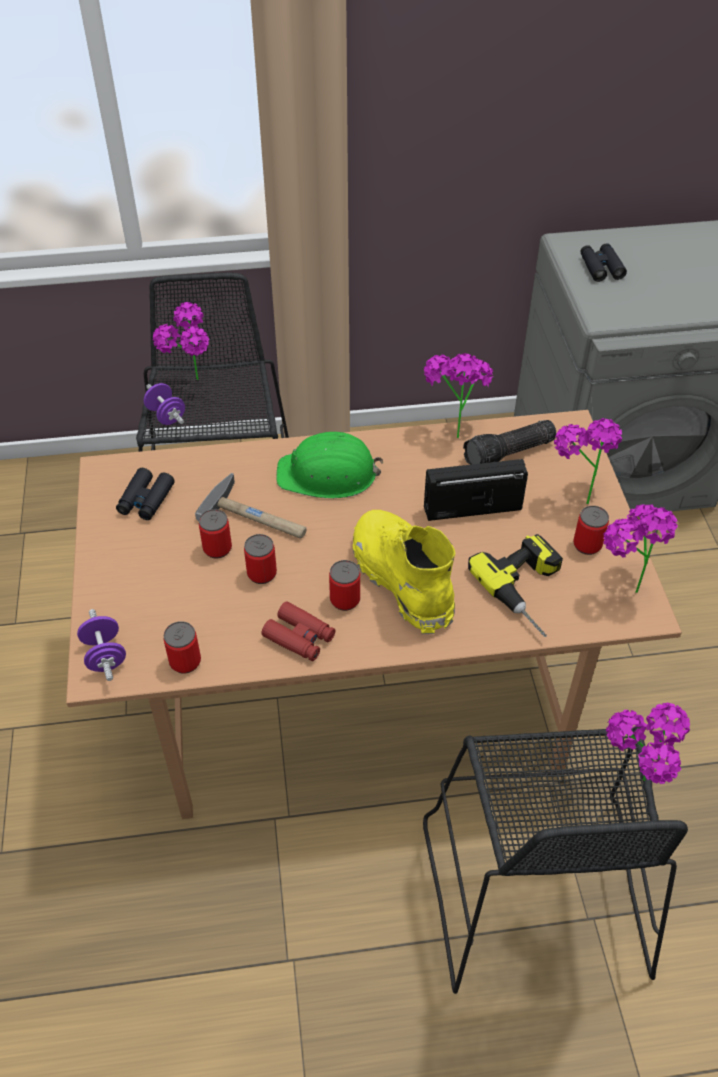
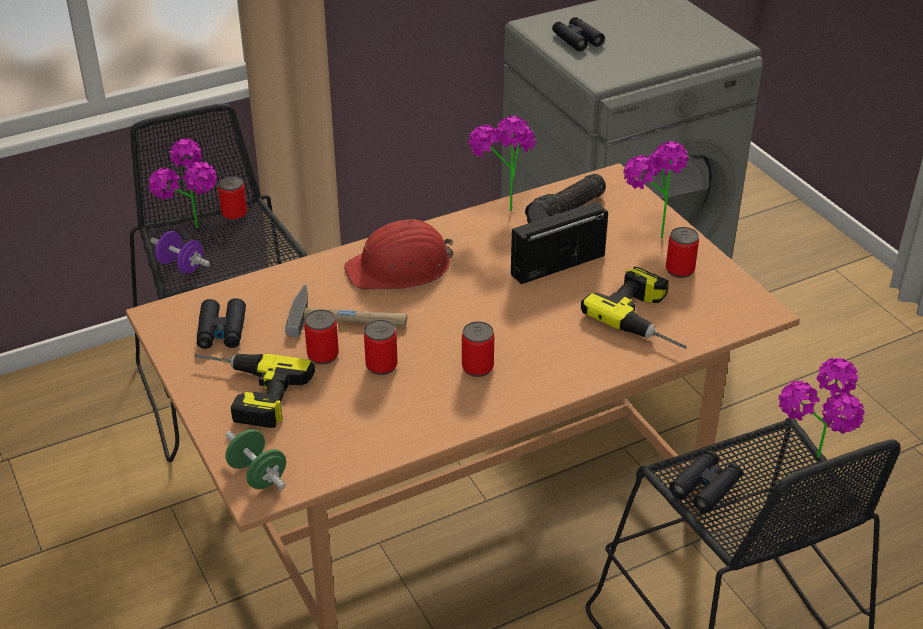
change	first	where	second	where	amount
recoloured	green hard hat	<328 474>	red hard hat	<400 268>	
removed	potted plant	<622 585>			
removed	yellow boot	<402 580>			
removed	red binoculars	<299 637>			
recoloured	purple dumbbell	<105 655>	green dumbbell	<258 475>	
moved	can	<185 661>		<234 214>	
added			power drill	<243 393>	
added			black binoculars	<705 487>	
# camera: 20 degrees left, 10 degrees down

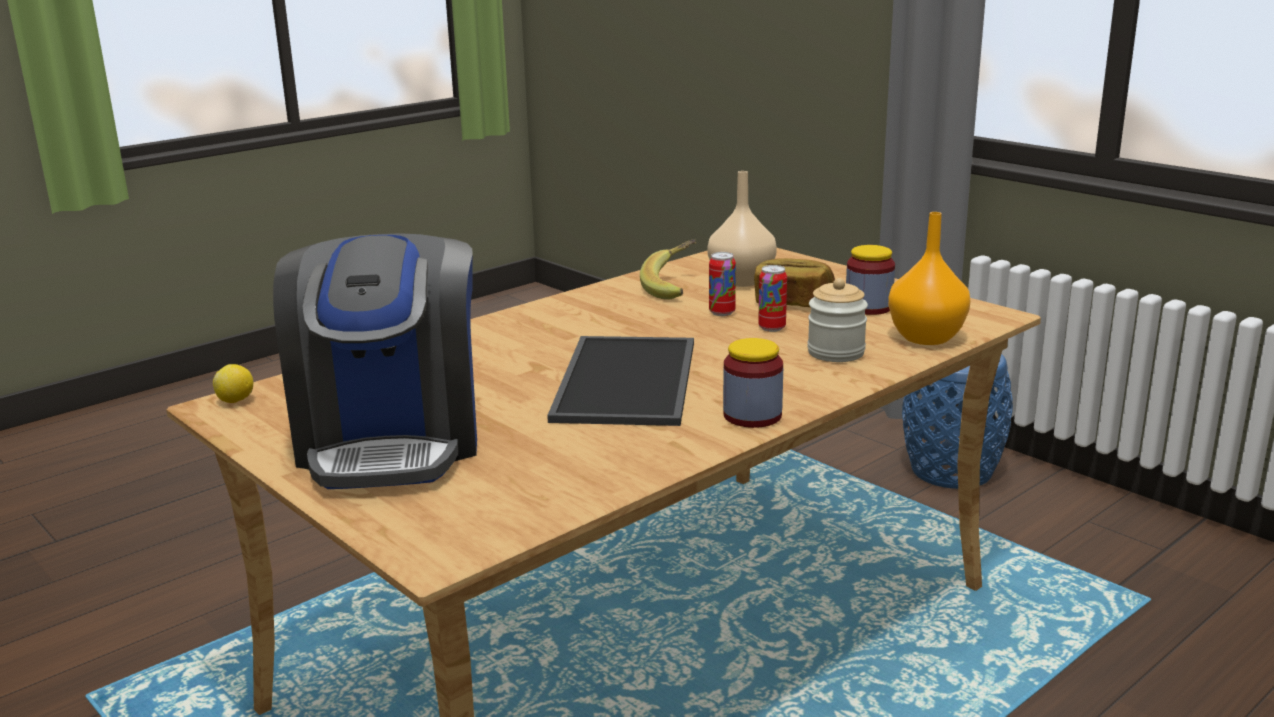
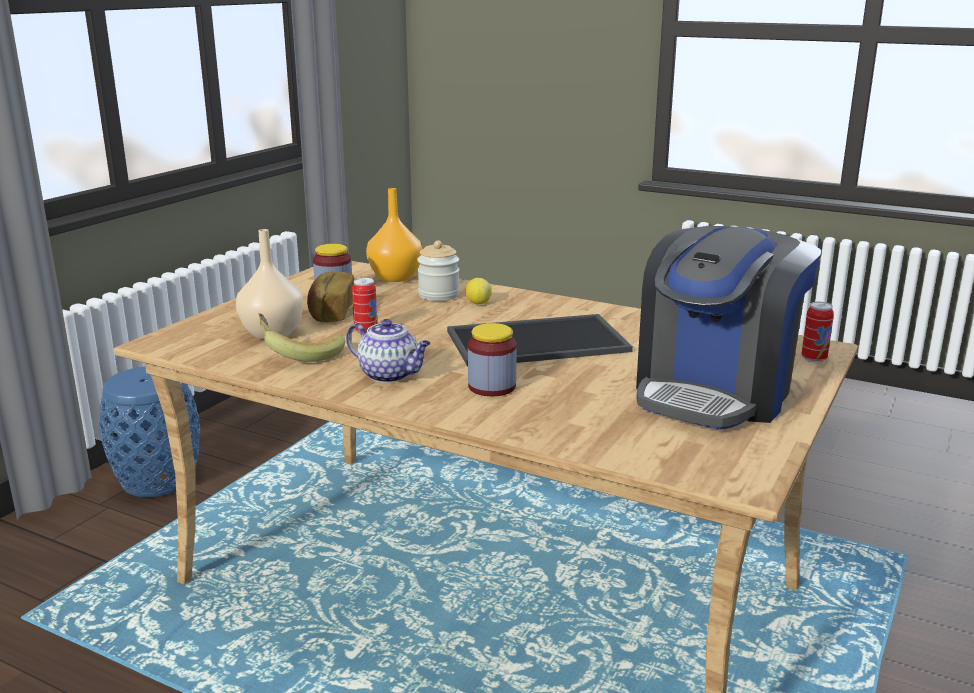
change	first	where	second	where	amount
turned	coffee machine	<391 440>		<715 392>	150 degrees clockwise
moved	can	<772 328>		<814 359>	
moved	jar	<752 415>		<492 387>	
moved	lemon	<236 401>		<478 303>	
added			teapot	<390 375>	
# camera: 110 degrees left, 0 degrees up

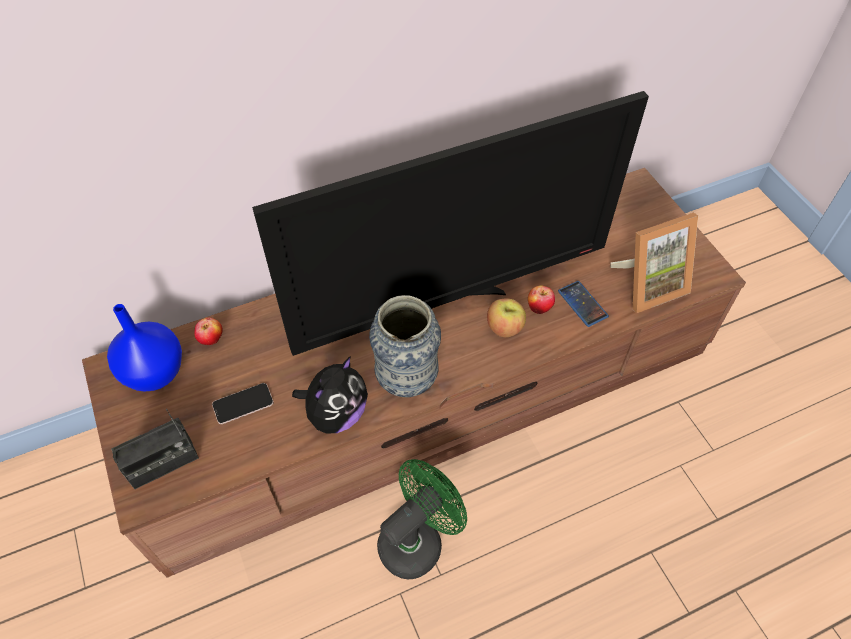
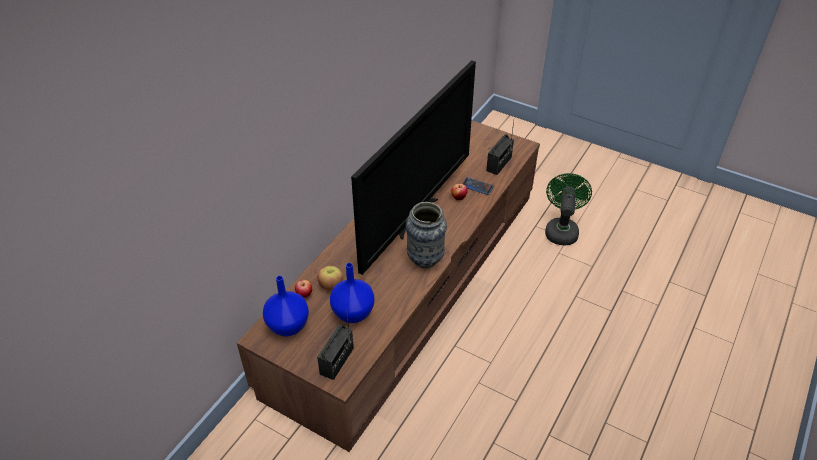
change	first	where	second	where	amount
replaced	picture frame	<648 285>	radio	<499 164>	
moved	apple	<505 328>		<331 285>	
removed	plush toy	<336 414>			
replaced	phone	<243 404>	blue vase	<352 313>	
moved	green fan	<417 539>		<561 230>	
# camera: 35 degrees left, 10 degrees down

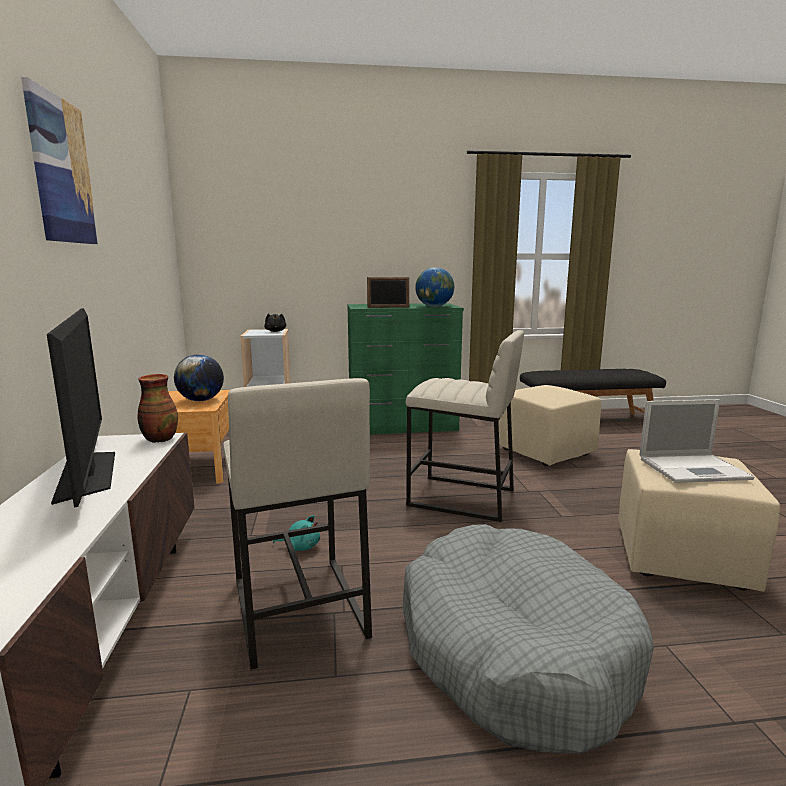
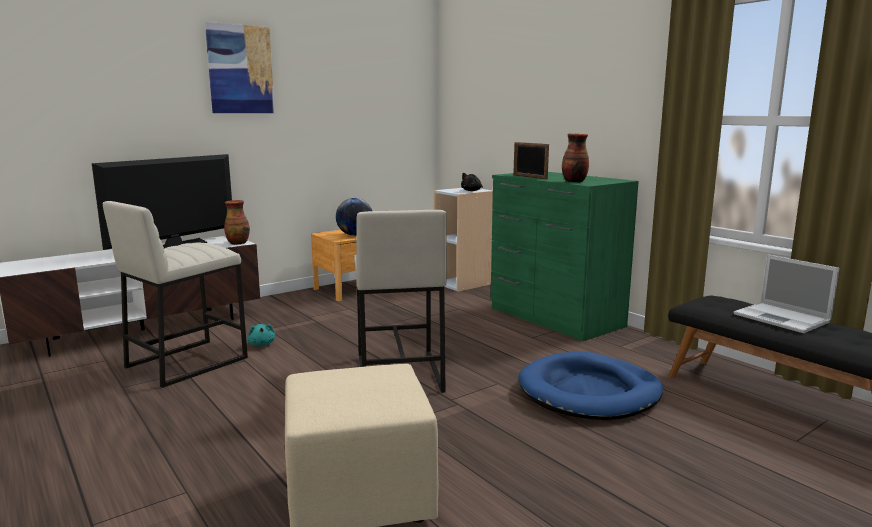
change	first	where	second	where	amount
replaced	globe	<434 306>	vase	<573 181>	
replaced	beige ottoman	<545 452>	blue dog bed	<589 392>	
moved	laptop	<694 468>		<783 318>	
removed	grey dog bed	<512 649>			
# camera: 60 degrees right, 0 degrees up

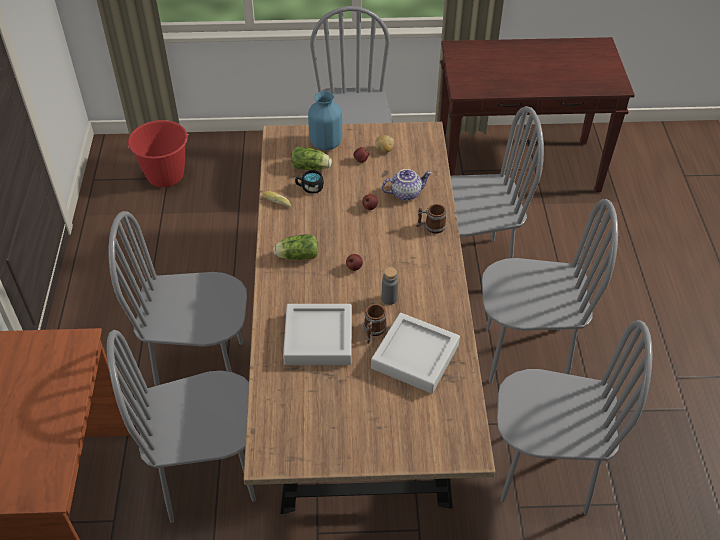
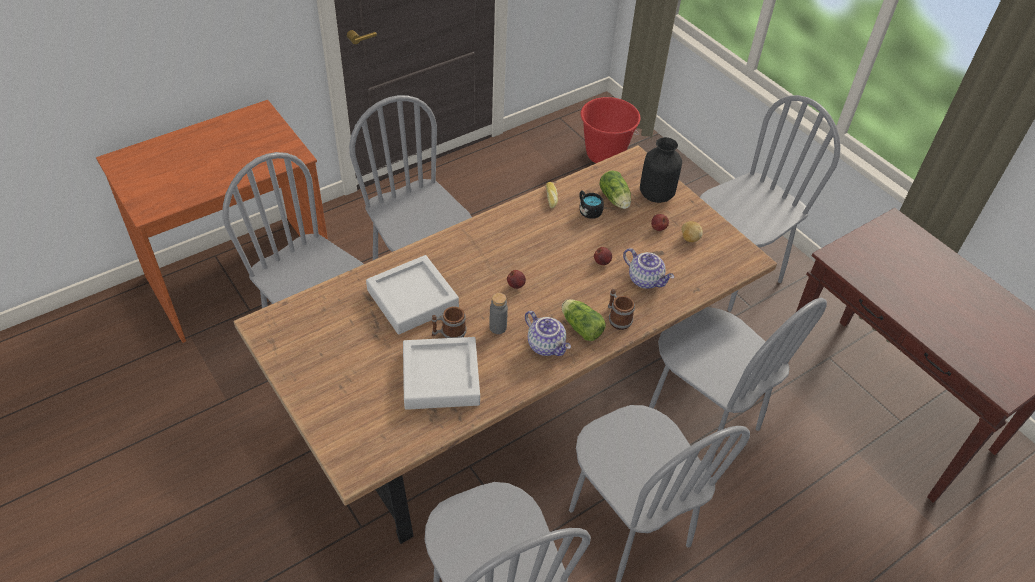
change	first	where	second	where	amount
recoloured	blue vase	<326 143>	black vase	<656 195>	
moved	lettuce	<296 256>		<580 326>	
added			teapot	<547 345>	
# camera: 55 degrees right, 0 degrees up

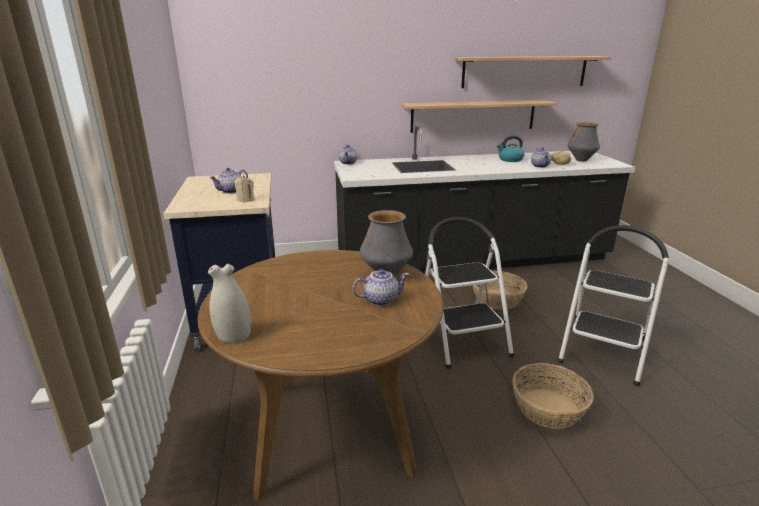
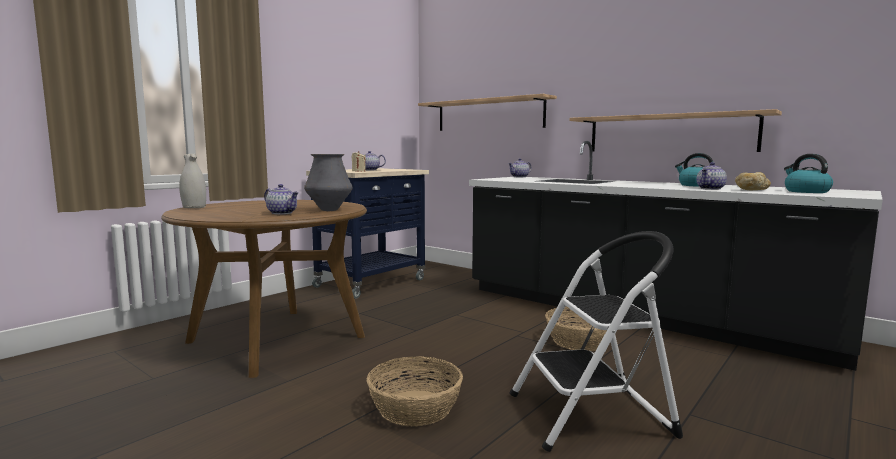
change	first	where	second	where	amount
moved	shelf	<524 71>		<489 115>	
replaced	vase	<581 160>	kettle	<806 191>	
removed	step ladder	<461 337>			
# camera: 50 degrees right, 15 degrees down

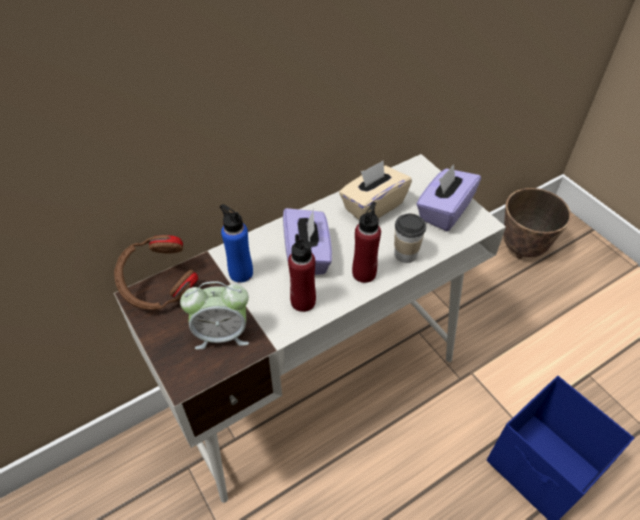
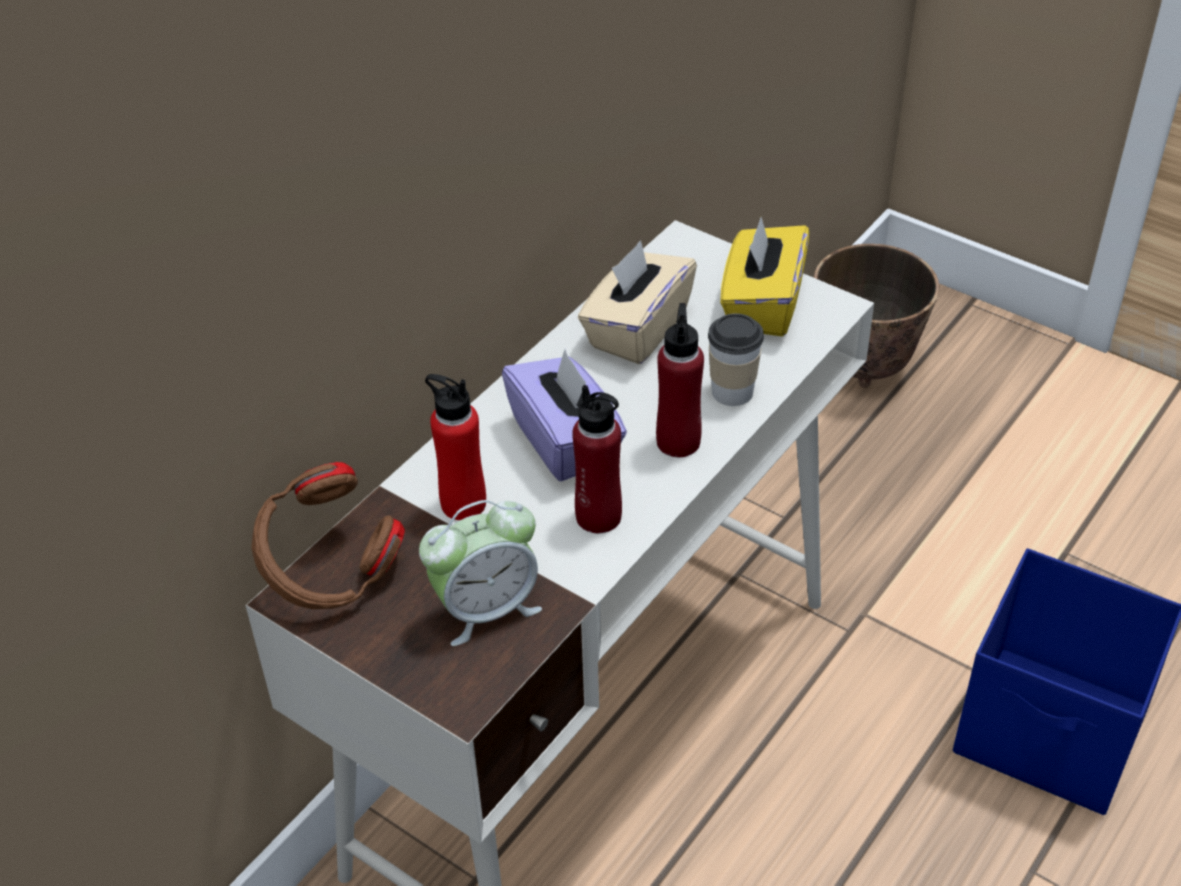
change	first	where	second	where	amount
recoloured	purple tissue box	<444 211>	yellow tissue box	<762 305>	
recoloured	blue bottle	<241 273>	red bottle	<463 503>	
# camera: 20 degrees left, 5 degrees down

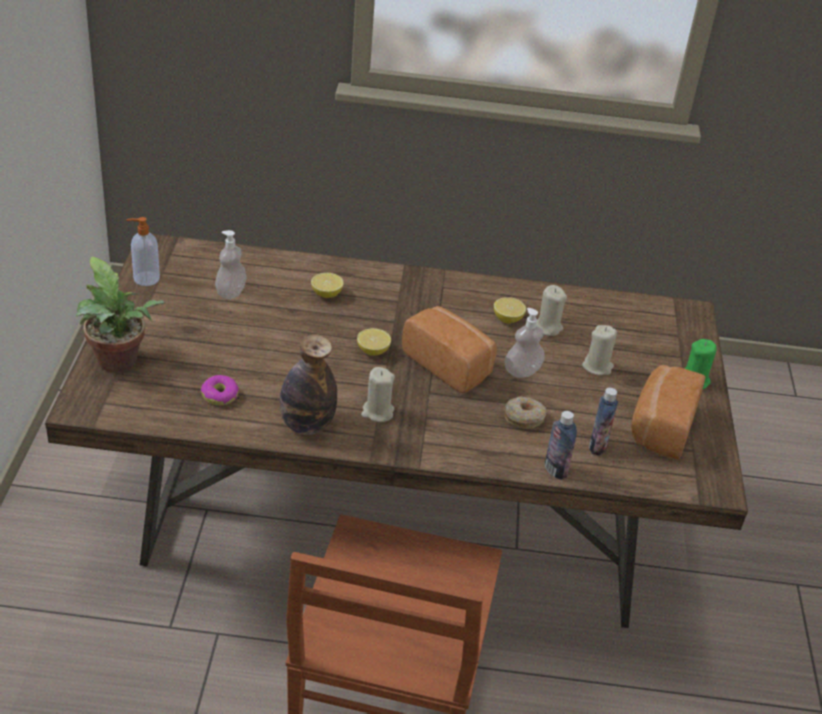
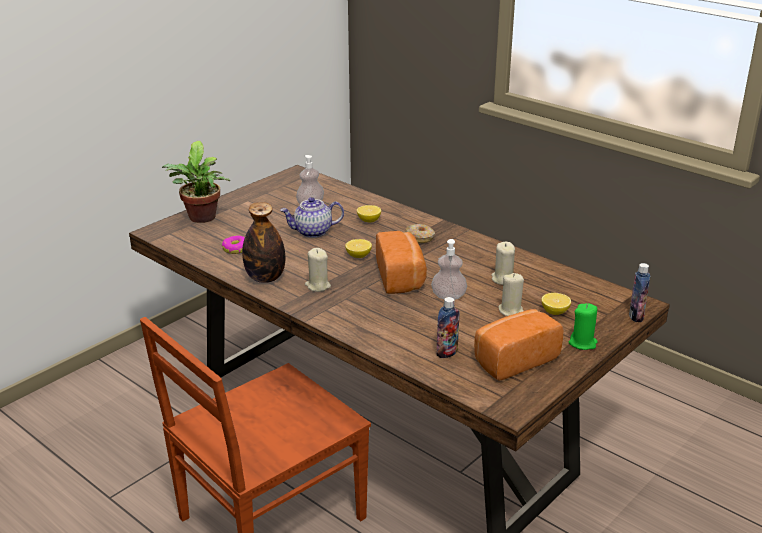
change	first	where	second	where	amount
removed	soap dispenser	<145 278>			
moved	lemon	<507 319>		<555 312>	
moved	donut	<524 418>		<420 238>	
moved	bottle	<555 470>		<636 316>	
added			teapot	<312 232>	
# camera: 40 degrees right, 10 degrees down

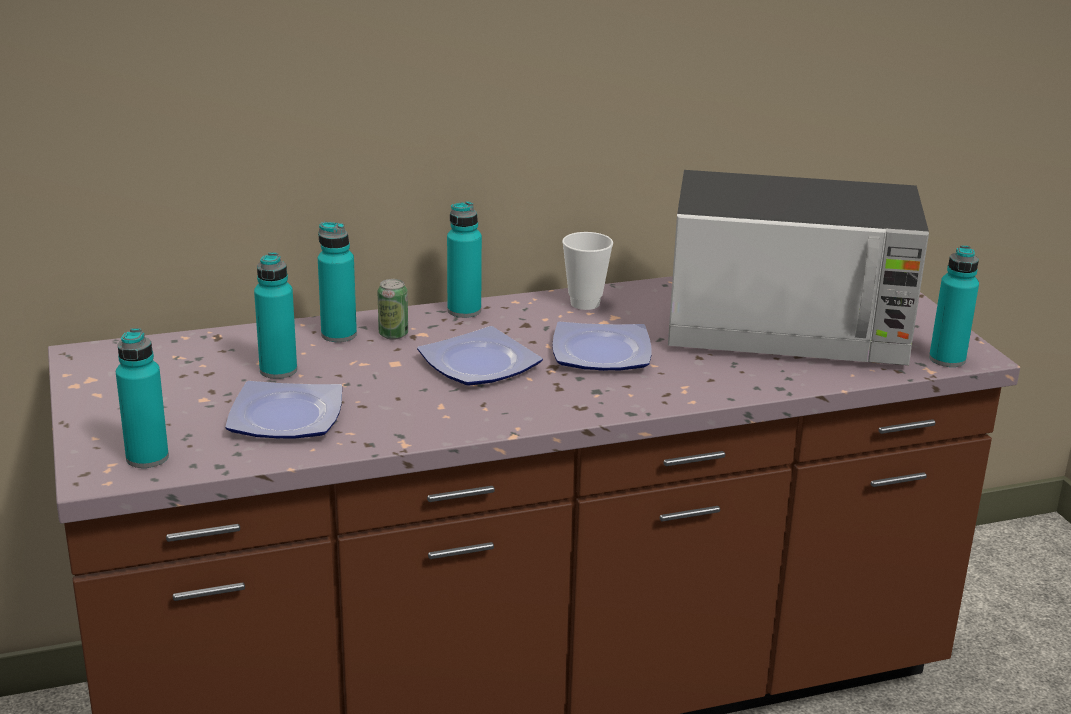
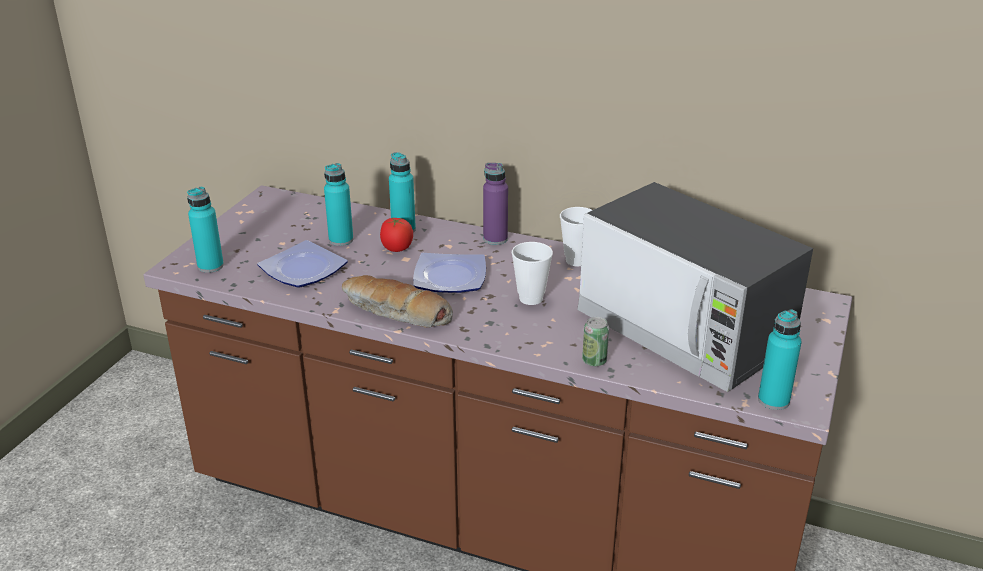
change	first	where	second	where	amount
recoloured	turquoise bottle	<464 310>	purple bottle	<495 239>	
moved	can	<393 334>		<594 361>	
replaced	plate	<599 354>	cup	<531 298>	
added			tomato	<397 248>	
added			bread	<395 313>	
# camera: 40 degrees right, 5 degrees up

